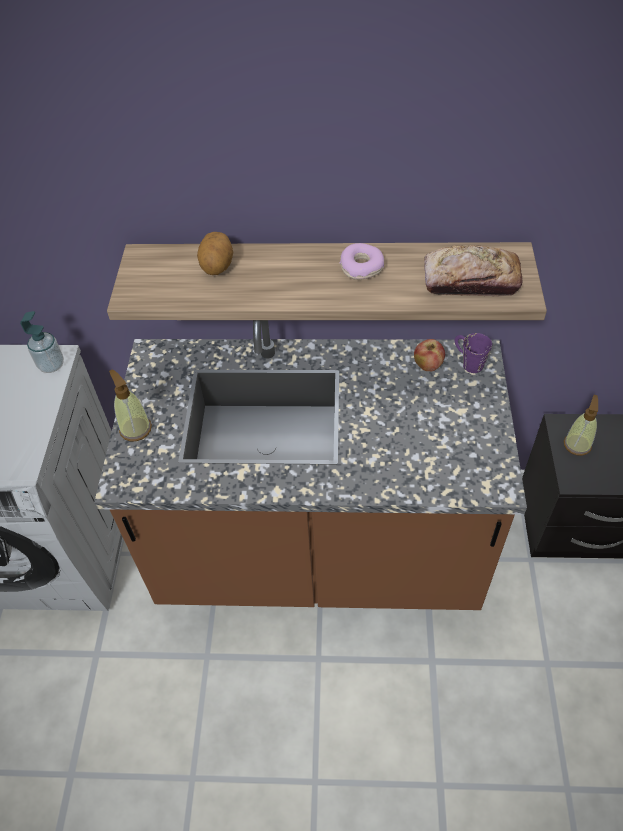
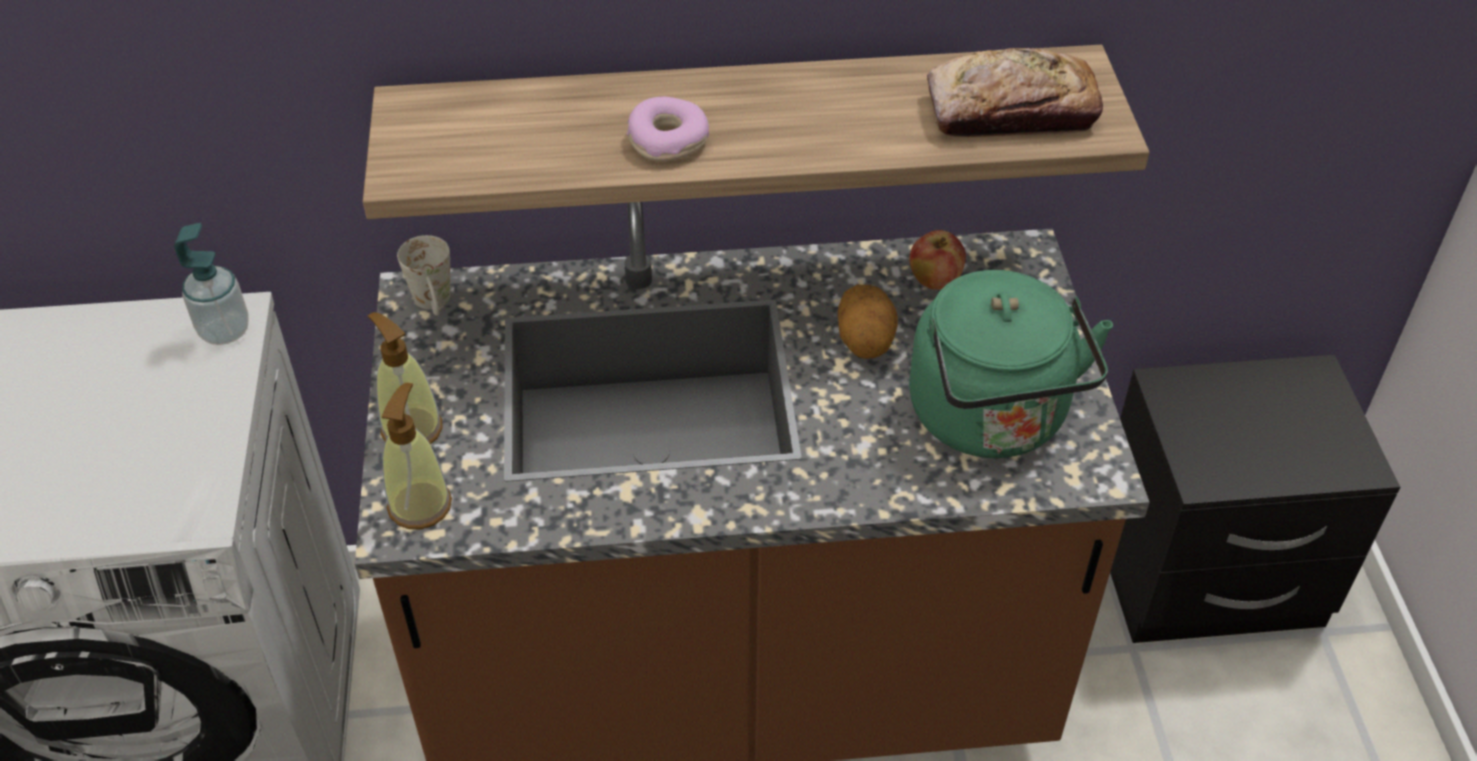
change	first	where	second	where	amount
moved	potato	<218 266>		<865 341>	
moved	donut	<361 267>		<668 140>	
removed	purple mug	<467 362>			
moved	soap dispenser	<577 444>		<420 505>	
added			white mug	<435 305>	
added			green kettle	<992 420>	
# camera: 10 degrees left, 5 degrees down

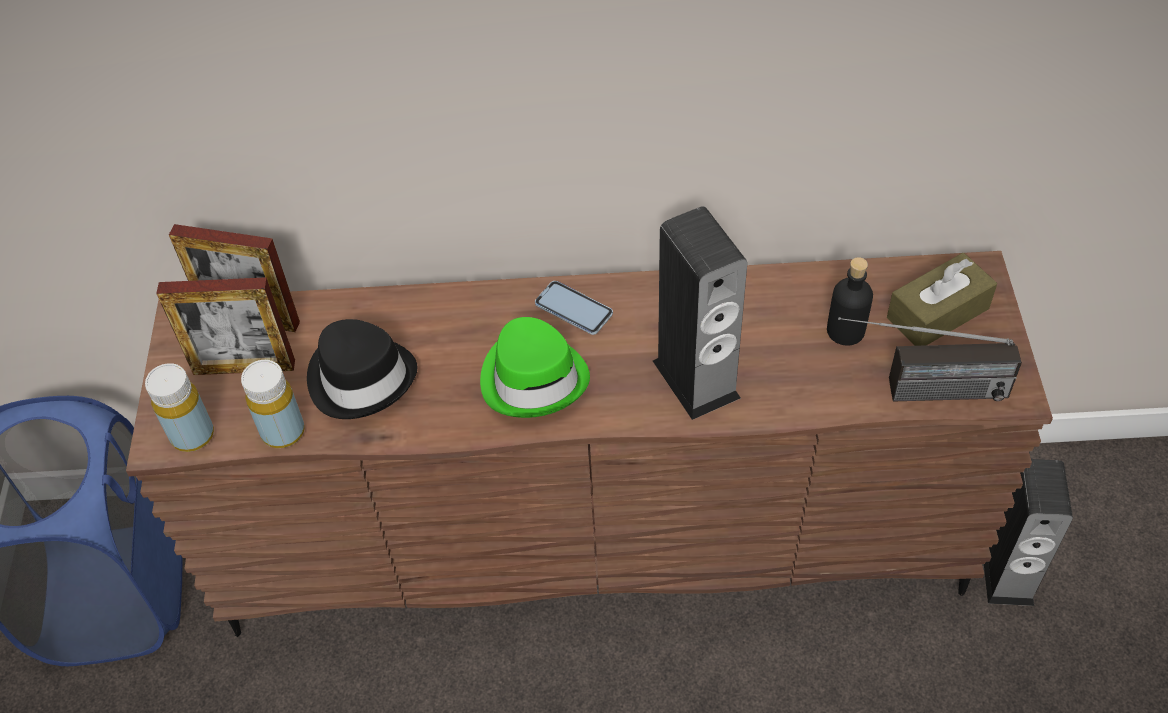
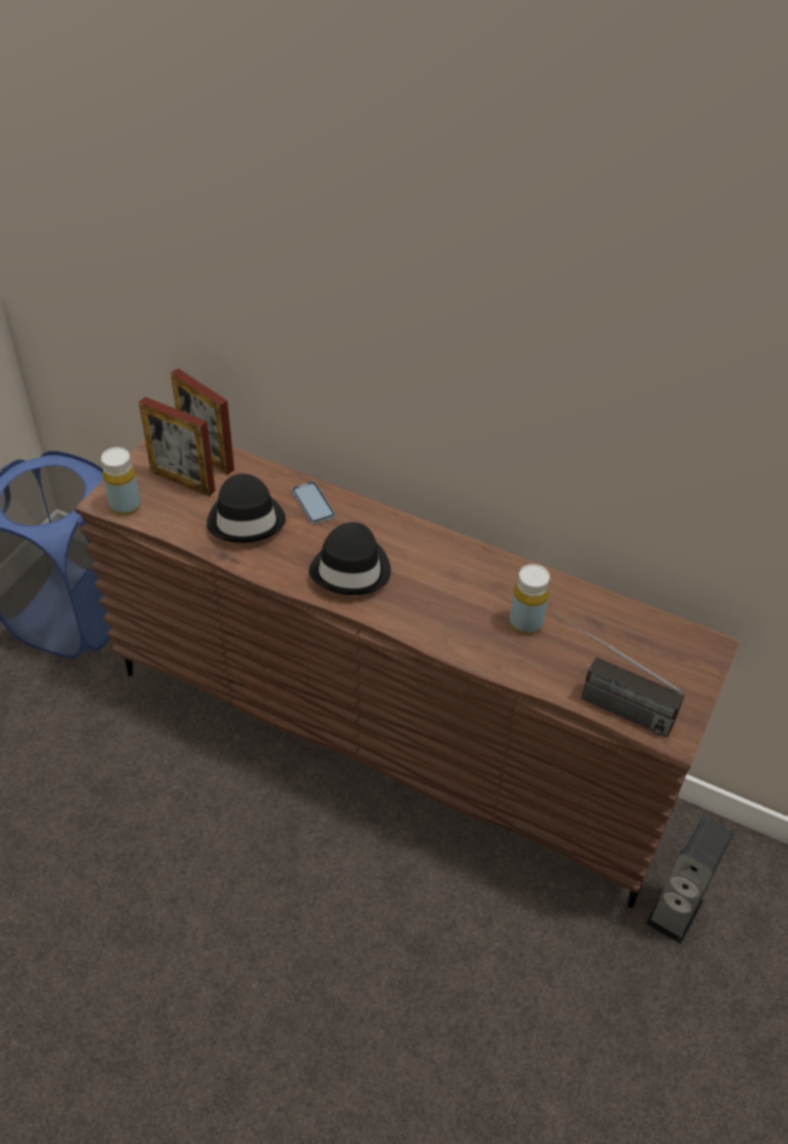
change	first	where	second	where	amount
removed	speaker	<696 379>			
removed	brown tissue box	<937 313>			
removed	black bottle	<845 330>			
moved	phone	<573 309>		<313 504>	
recoloured	green hat	<534 378>	black hat	<352 569>	
moved	yellow bottle	<283 431>		<525 623>	
# camera: 25 degrees right, 5 degrees down

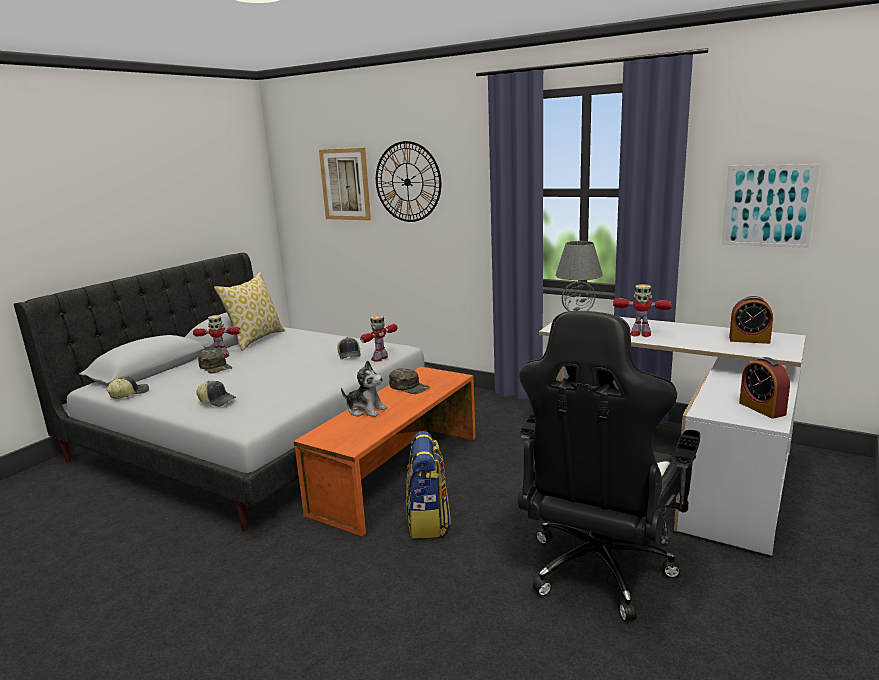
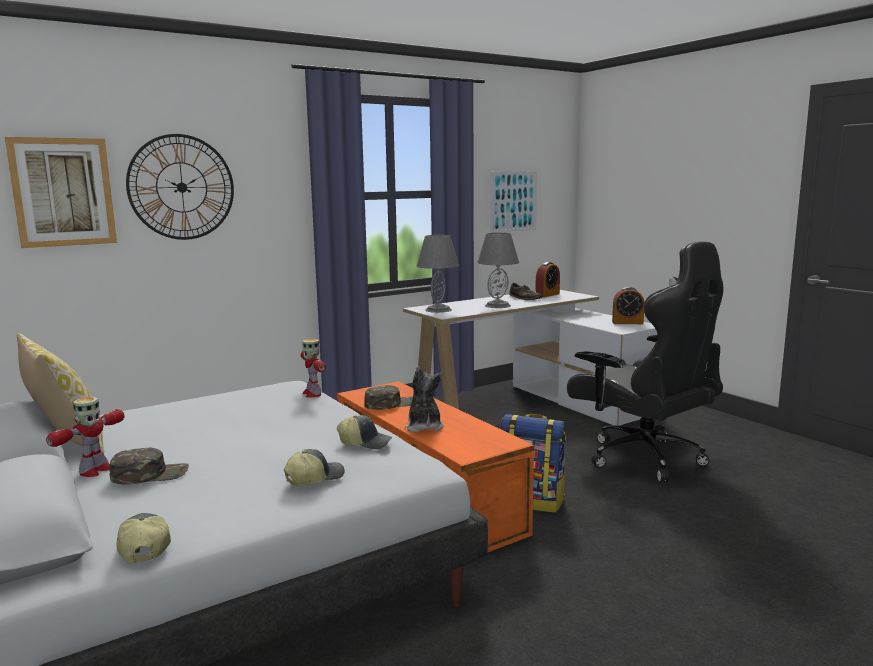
change	first	where	second	where	amount
replaced	toy robot	<640 334>	grey table lamp	<497 305>	
moved	cap	<350 355>		<365 442>	
turned	plush toy	<365 410>		<424 427>	60 degrees counterclockwise
added			brown shoe	<525 298>	
# camera: 65 degrees left, 5 degrees down

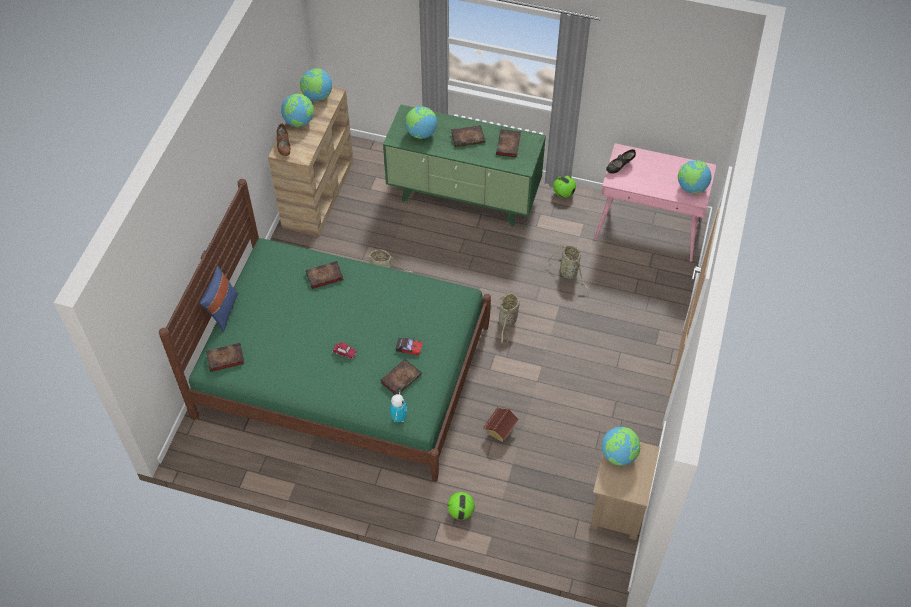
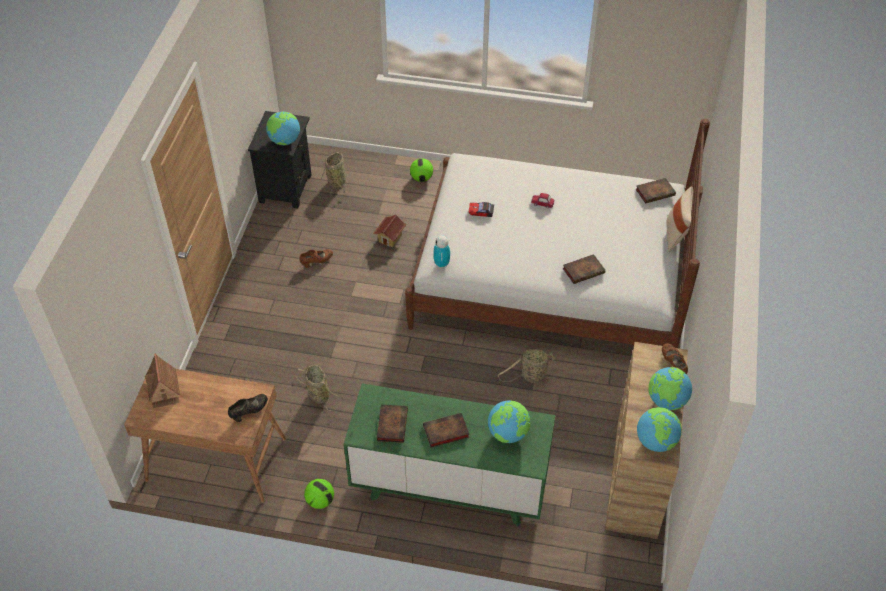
change	first	where	second	where	amount
recoloured	pink desk	<649 227>	brown desk	<215 460>	
replaced	globe	<691 188>	toy house	<163 389>	
recoloured	green bed	<344 371>	white bed	<549 278>	
recoloured	blue pillow	<222 310>	beige pillow	<677 235>	
moved	basket	<507 321>		<337 181>	
removed	book	<401 378>			
moved	toy robot	<399 417>		<441 264>	
recoloured	beige nightstand	<616 509>	black nightstand	<287 188>	
added			brown shoe	<317 261>	
# camera: 175 degrees right, 5 degrees down

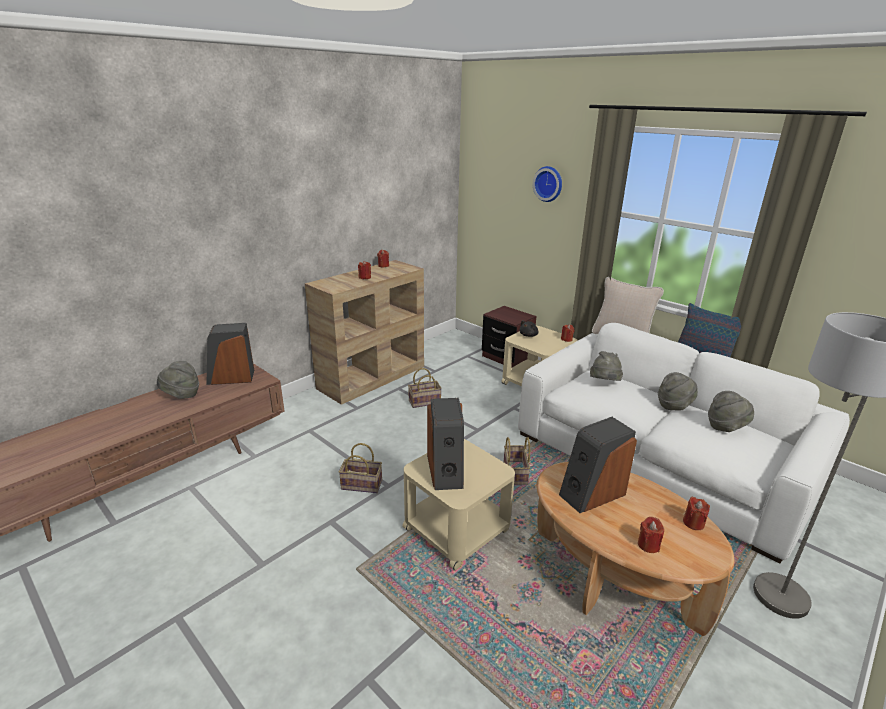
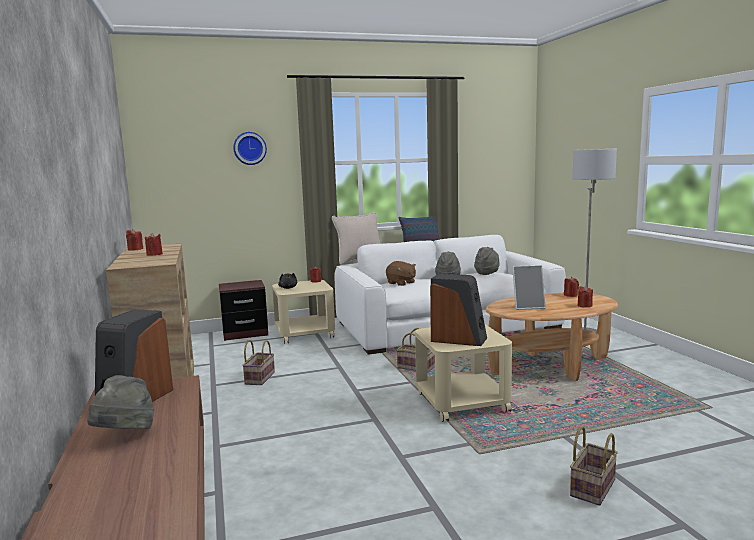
change	first	where	second	where	amount
replaced	grey hat	<604 383>	brown plush toy	<401 283>	
replaced	speaker	<591 493>	picture frame	<528 307>	
moved	basket	<363 484>		<592 487>	
# camera: 60 degrees left, 15 degrees down

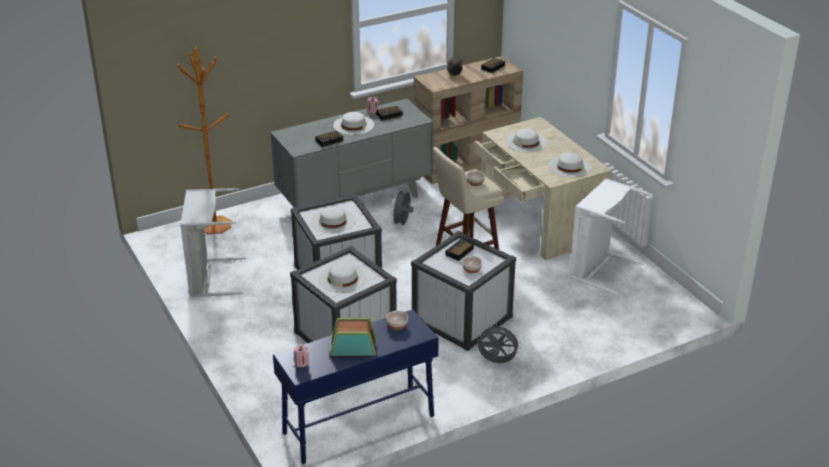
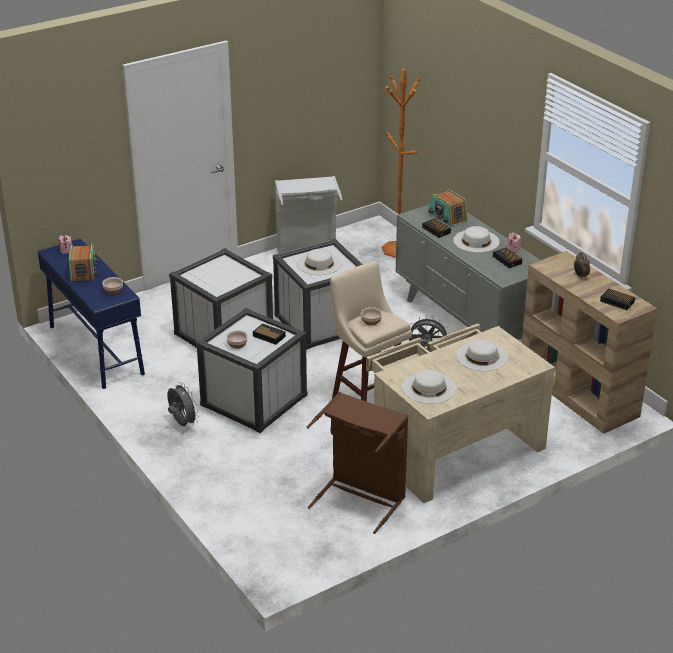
change	first	where	second	where	amount
recoloured	white laundry basket	<599 268>	brown laundry basket	<361 497>	
removed	white hat	<342 278>			
turned	grey fan	<496 362>		<182 423>	45 degrees counterclockwise
added			radio	<447 217>	
# camera: 85 degrees right, 0 degrees up

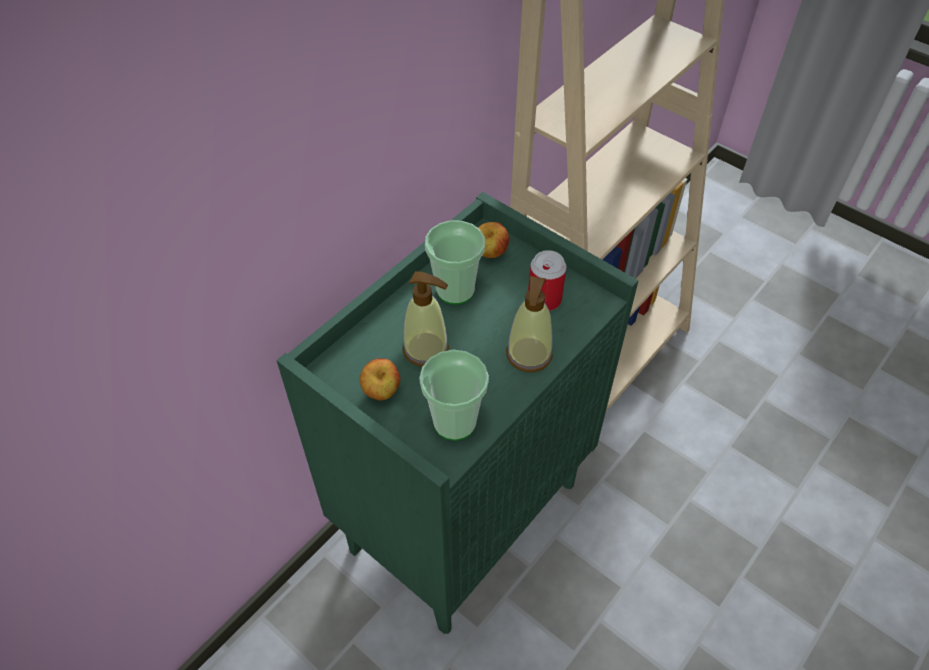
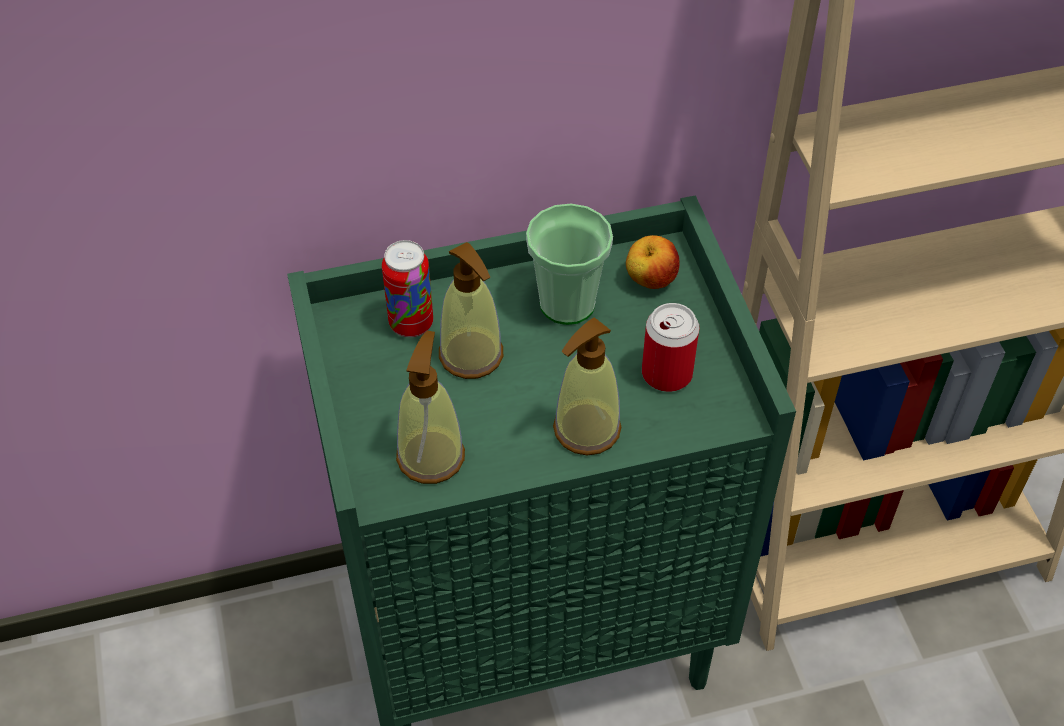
change	first	where	second	where	amount
replaced	cup	<454 422>	soap dispenser	<431 456>	
removed	apple	<381 392>			
added			can	<411 323>	
# camera: 35 degrees right, 0 degrees up

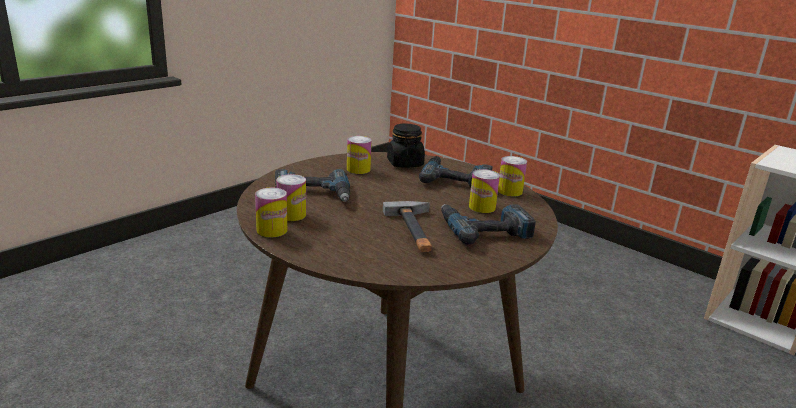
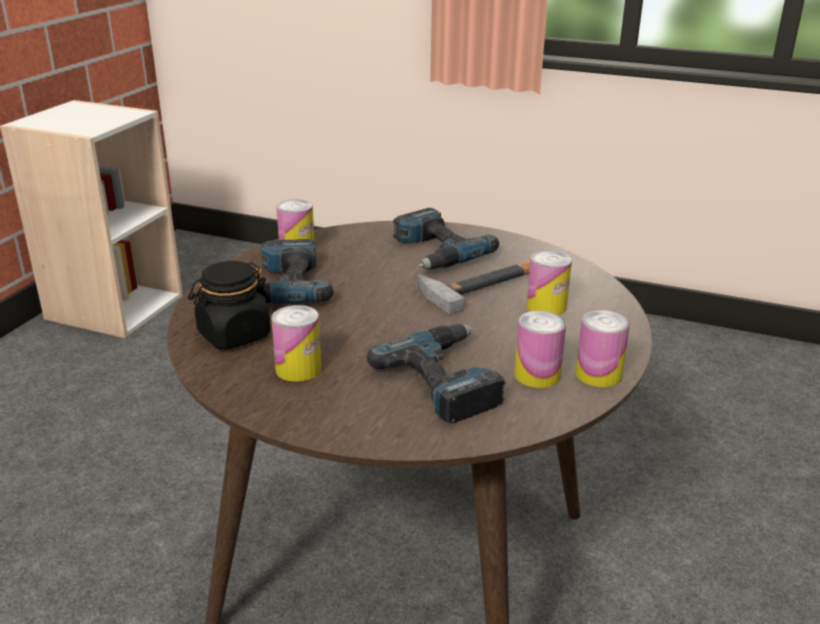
change	first	where	second	where	amount
moved	can	<482 207>		<546 306>	
# camera: 110 degrees left, 5 degrees up

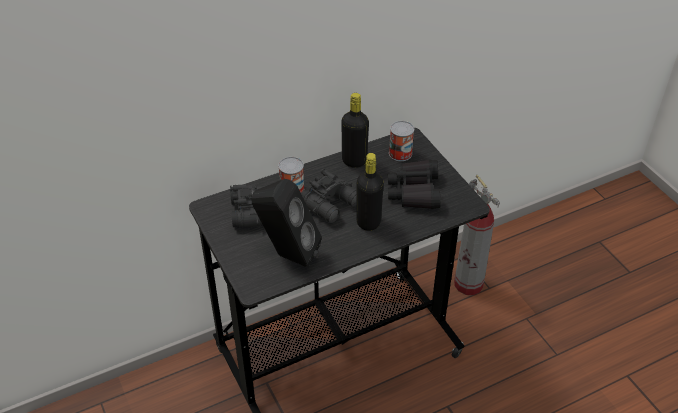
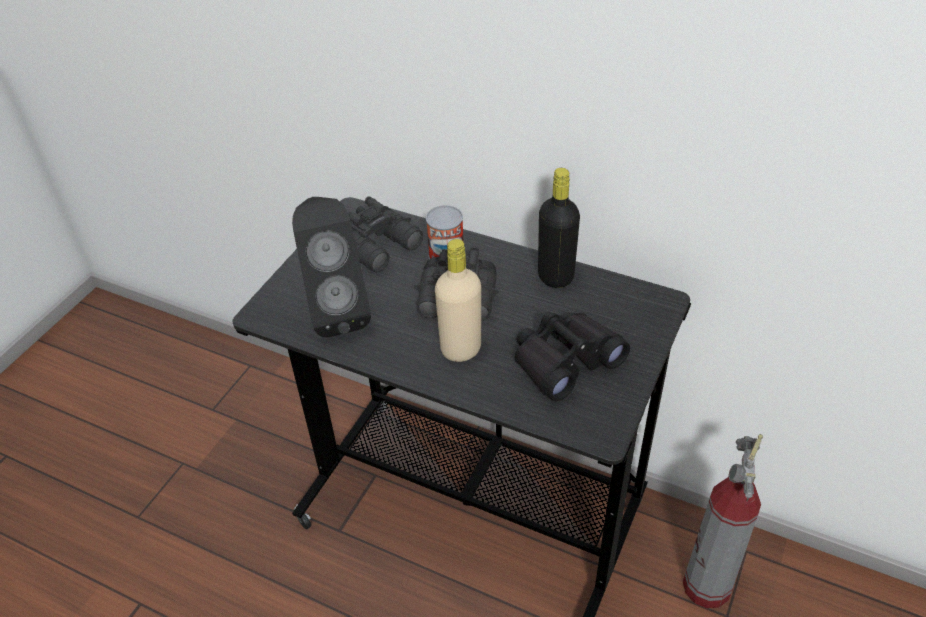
change	first	where	second	where	amount
removed	can	<400 153>			
recoloured	black bottle	<368 222>	beige bottle	<461 349>	
# camera: 55 degrees right, 0 degrees up

